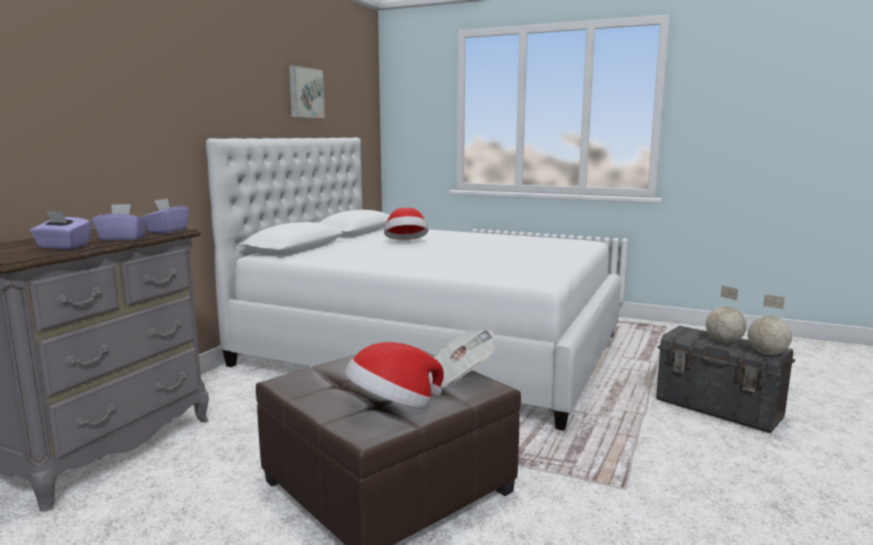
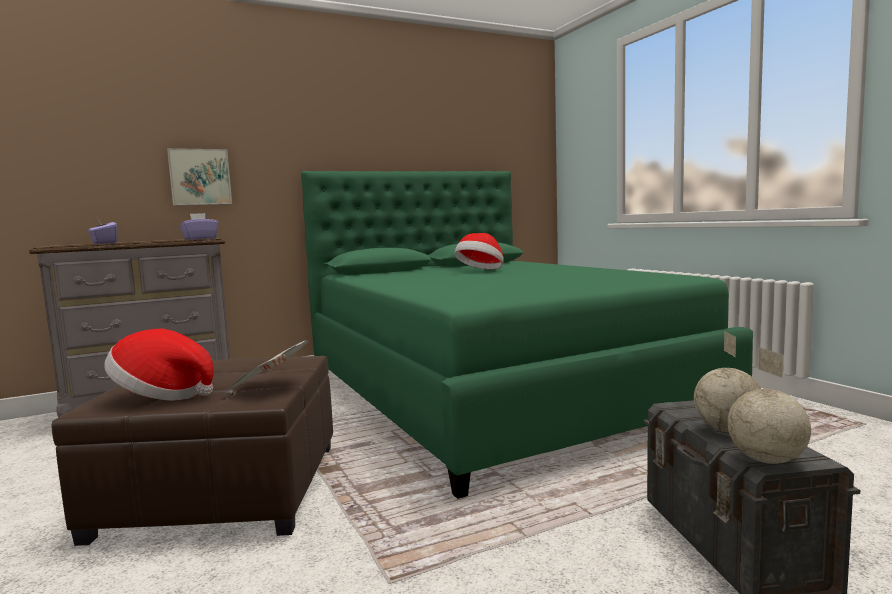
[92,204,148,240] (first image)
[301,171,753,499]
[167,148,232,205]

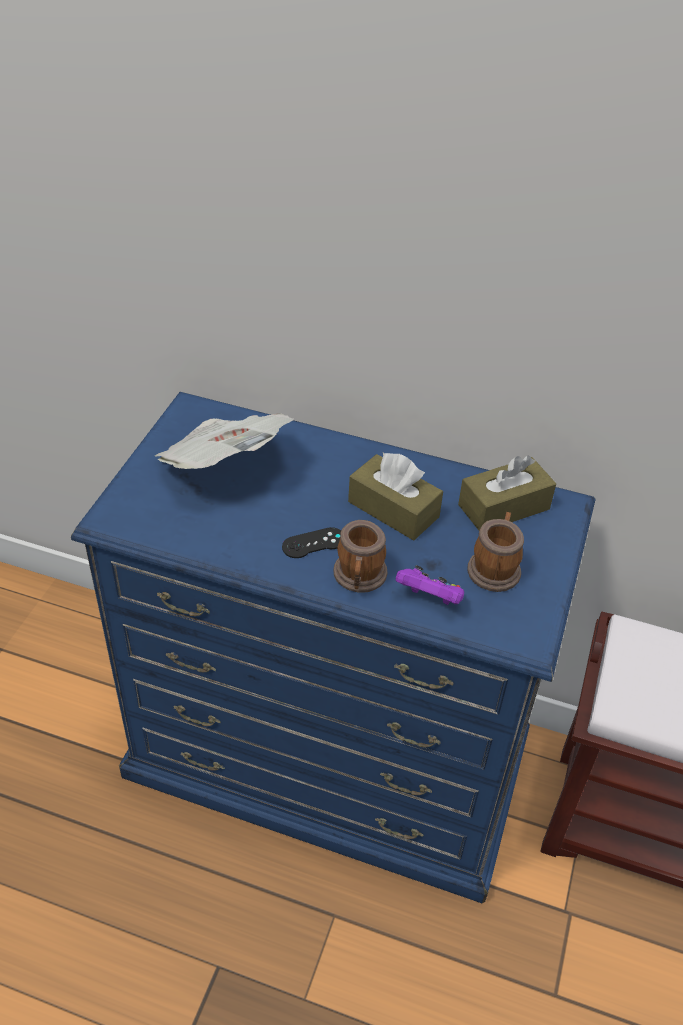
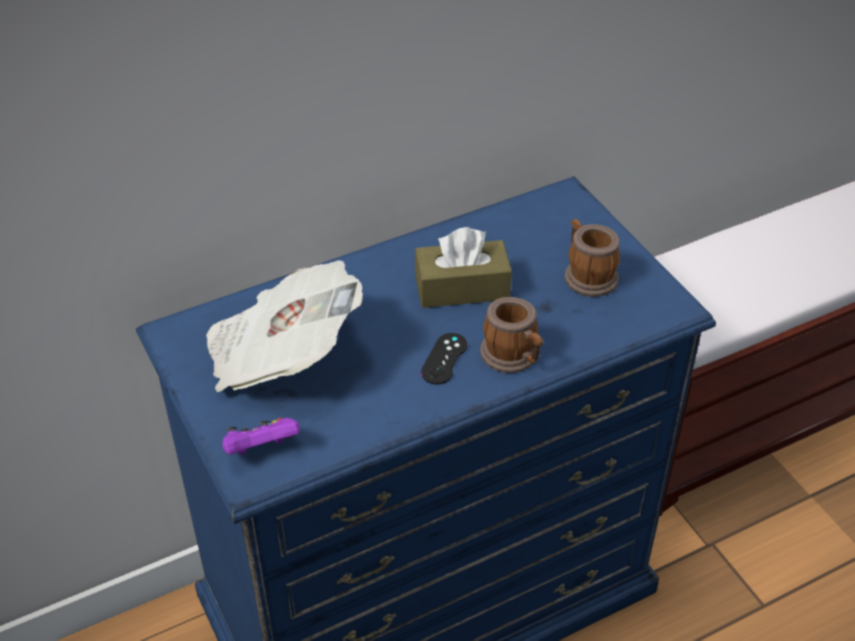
[222,418,300,455]
[458,455,556,530] (first image)

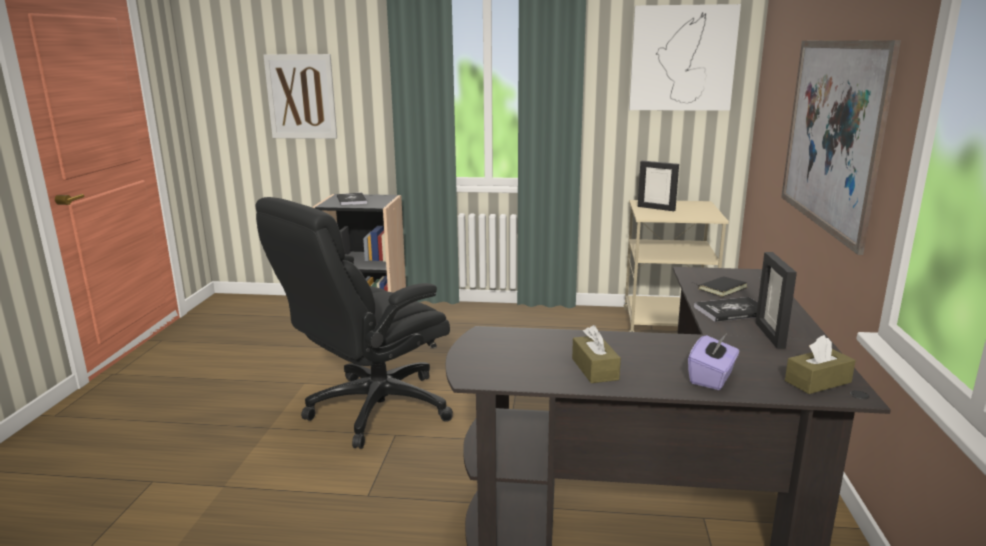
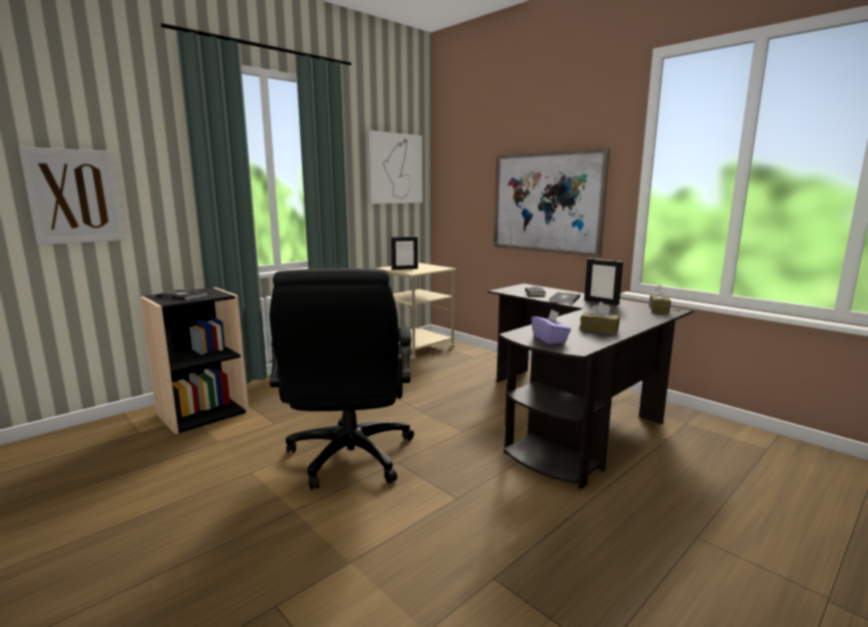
[531,309,571,344]

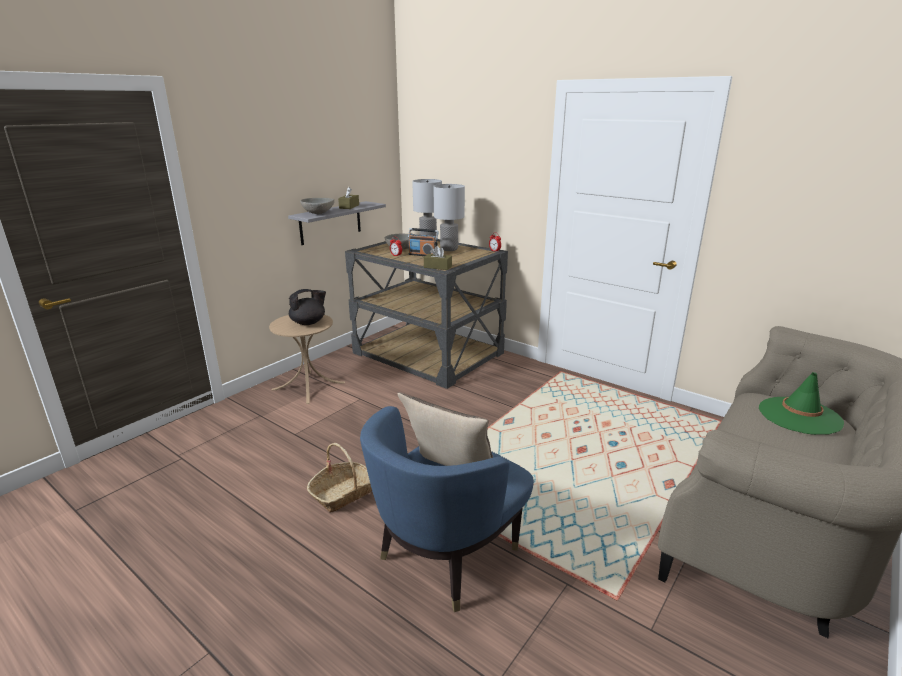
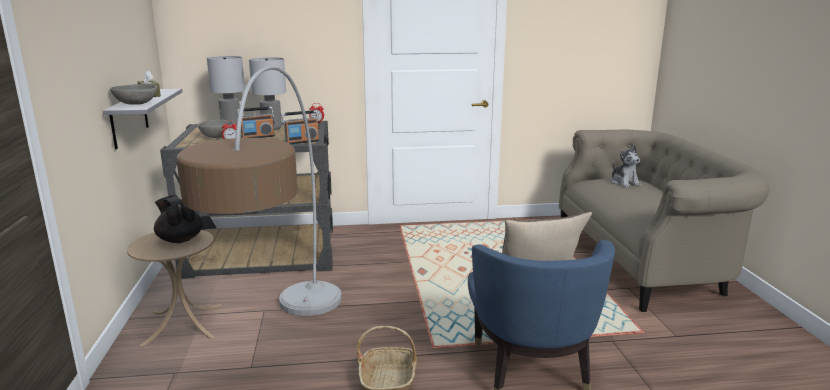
[154,195,203,243]
[281,110,320,144]
[611,145,641,188]
[176,66,342,316]

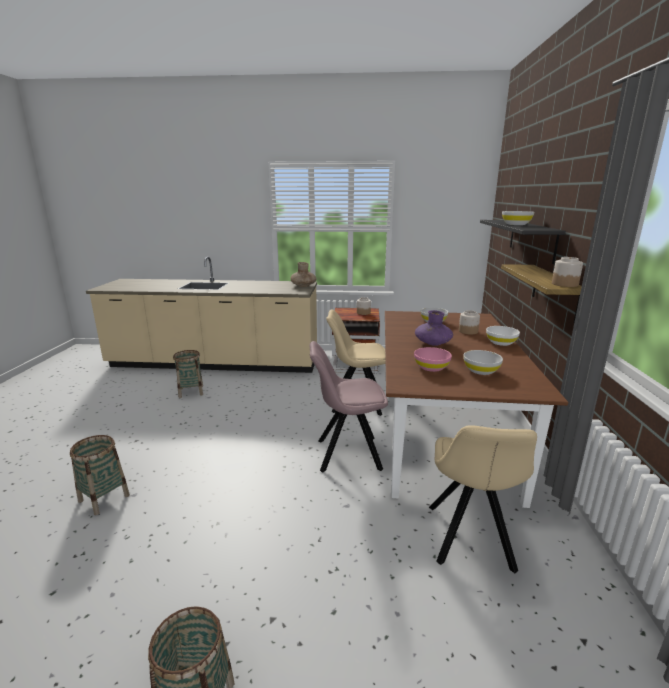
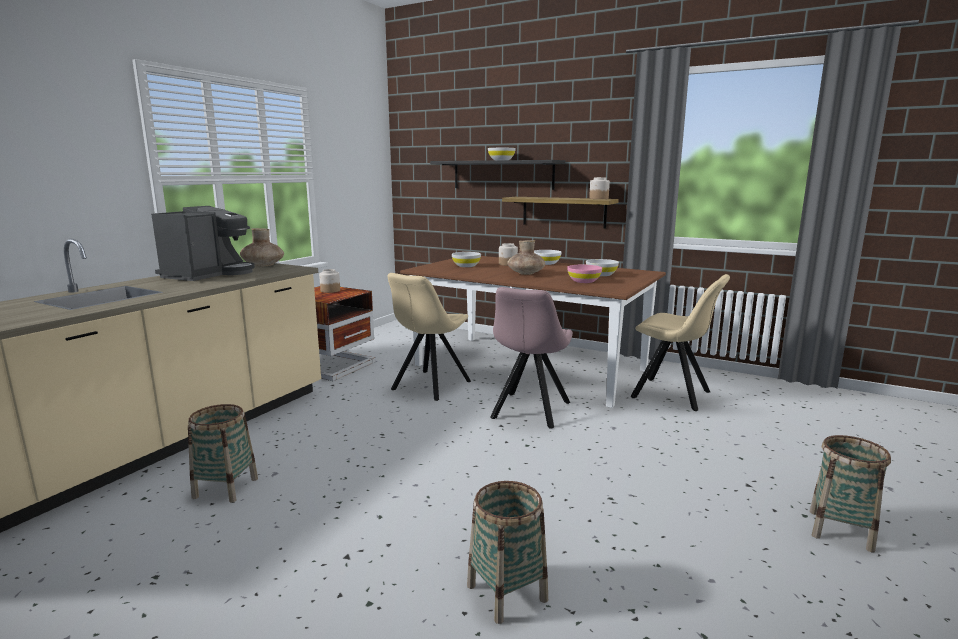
[507,240,545,275]
[151,206,255,281]

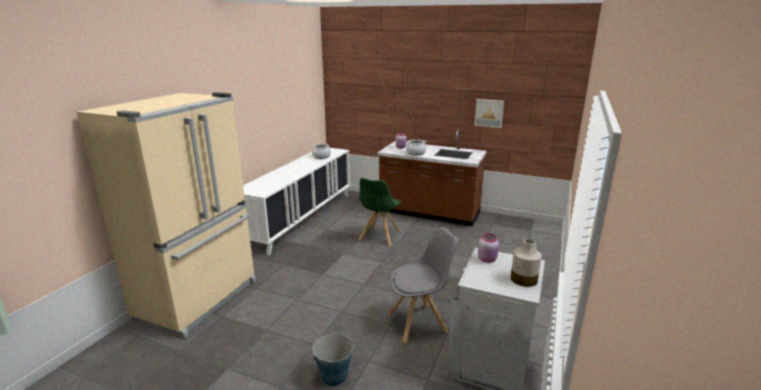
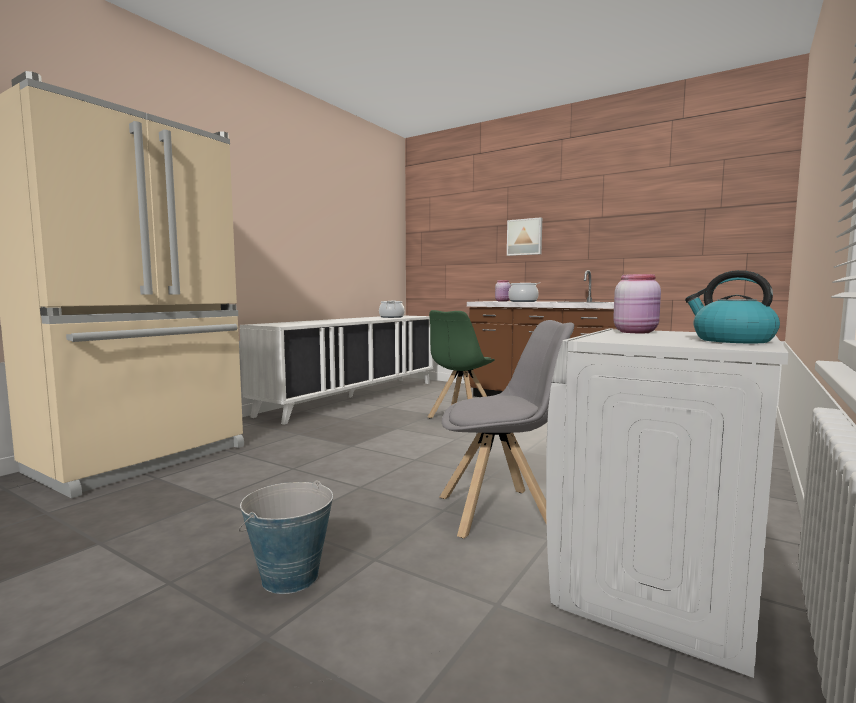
[507,217,542,256]
[685,270,780,343]

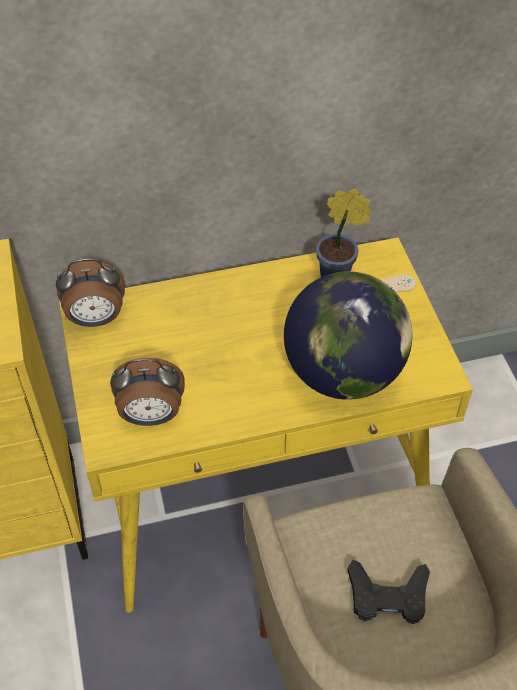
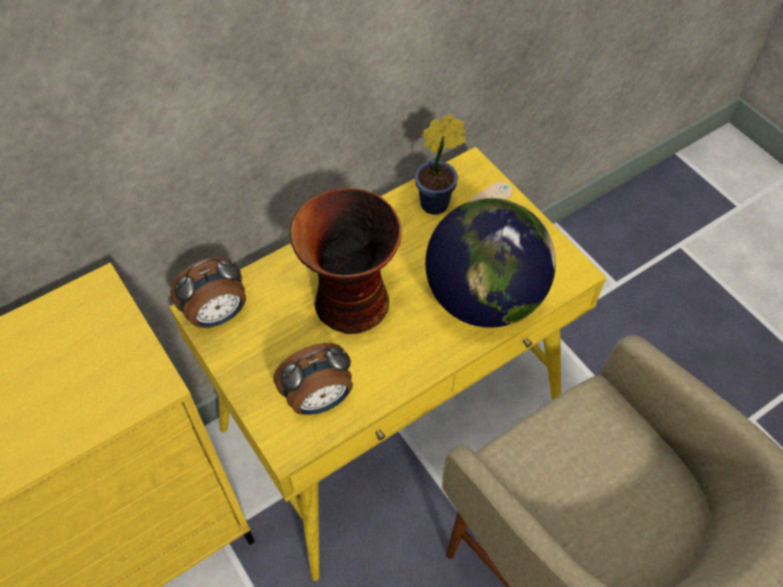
[348,560,430,624] (first image)
[290,188,402,334]

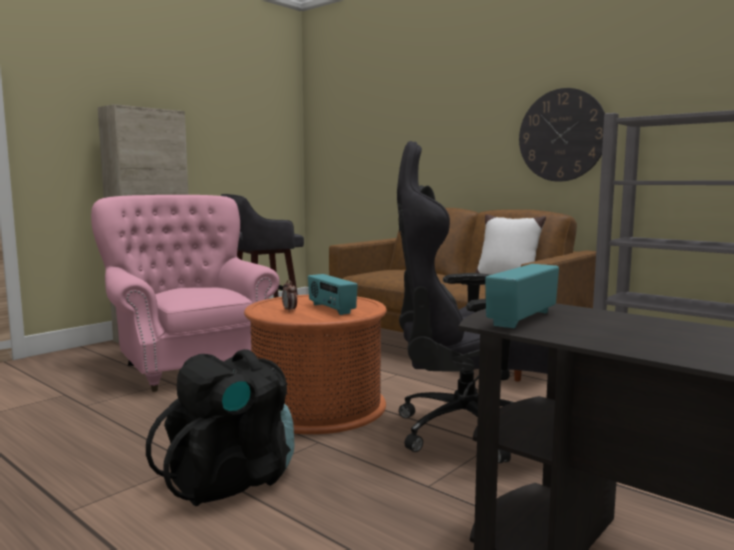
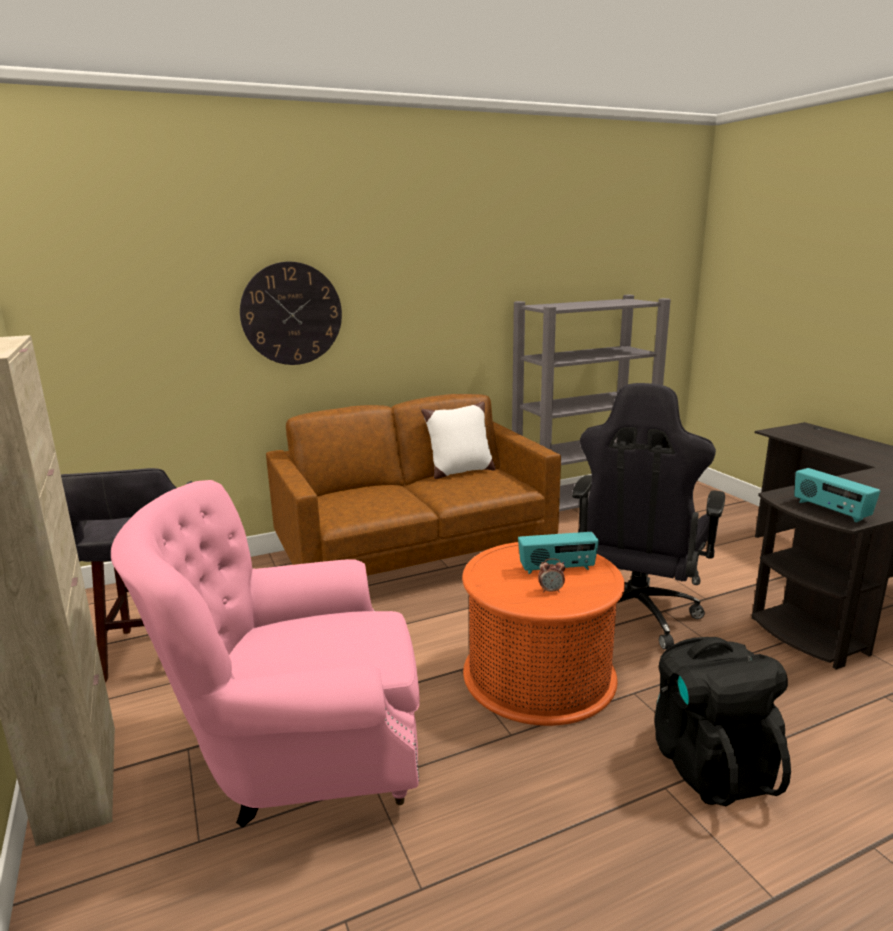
[240,261,342,365]

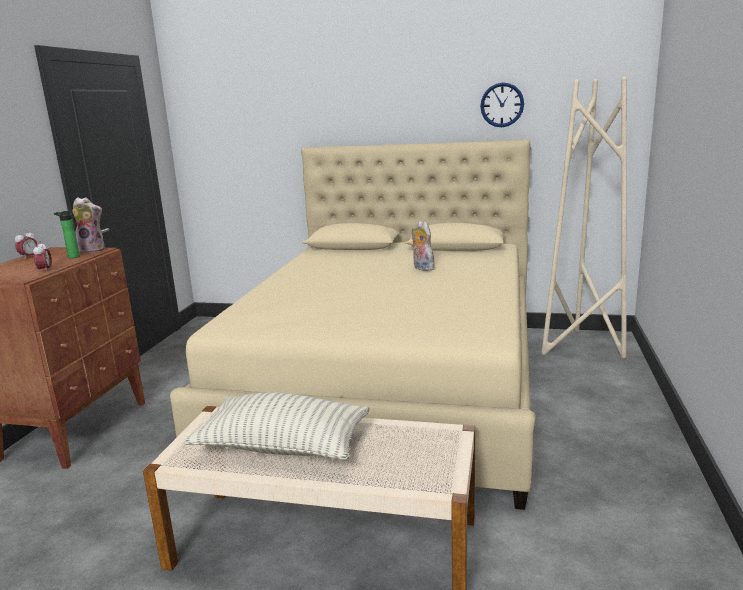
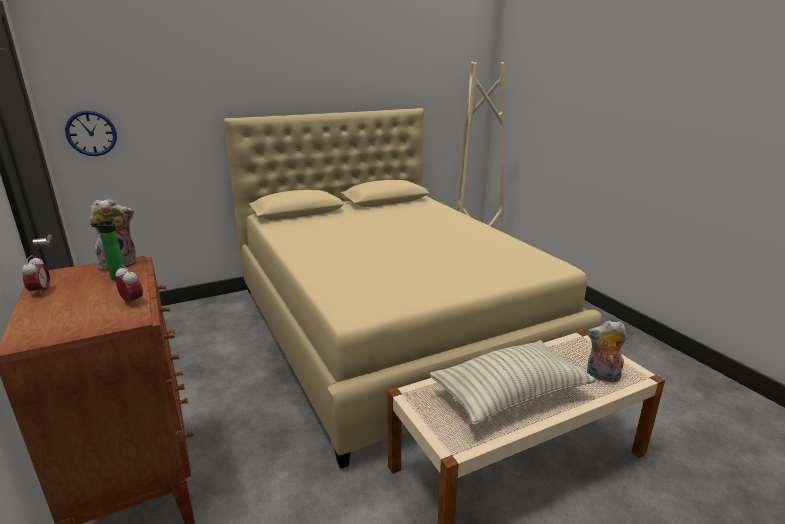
[587,321,627,382]
[65,111,117,156]

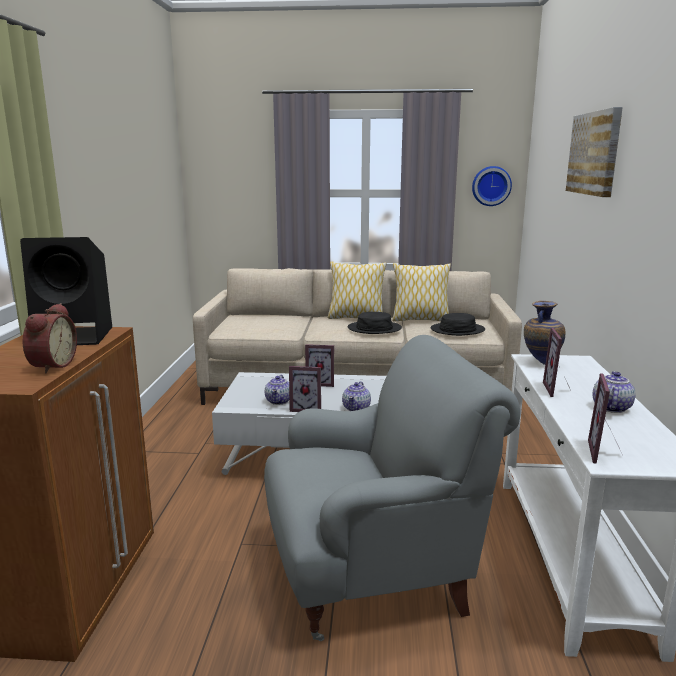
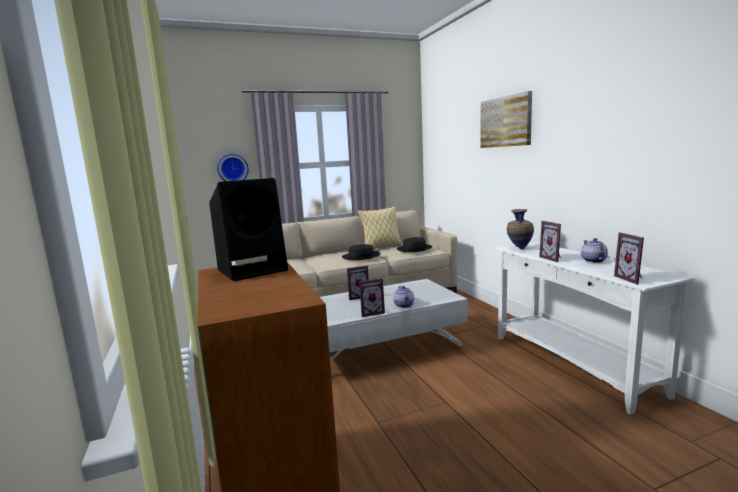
[22,303,77,374] (first image)
[264,335,520,641] (first image)
[265,375,289,405] (first image)
[328,261,386,319] (first image)
[217,154,249,181]

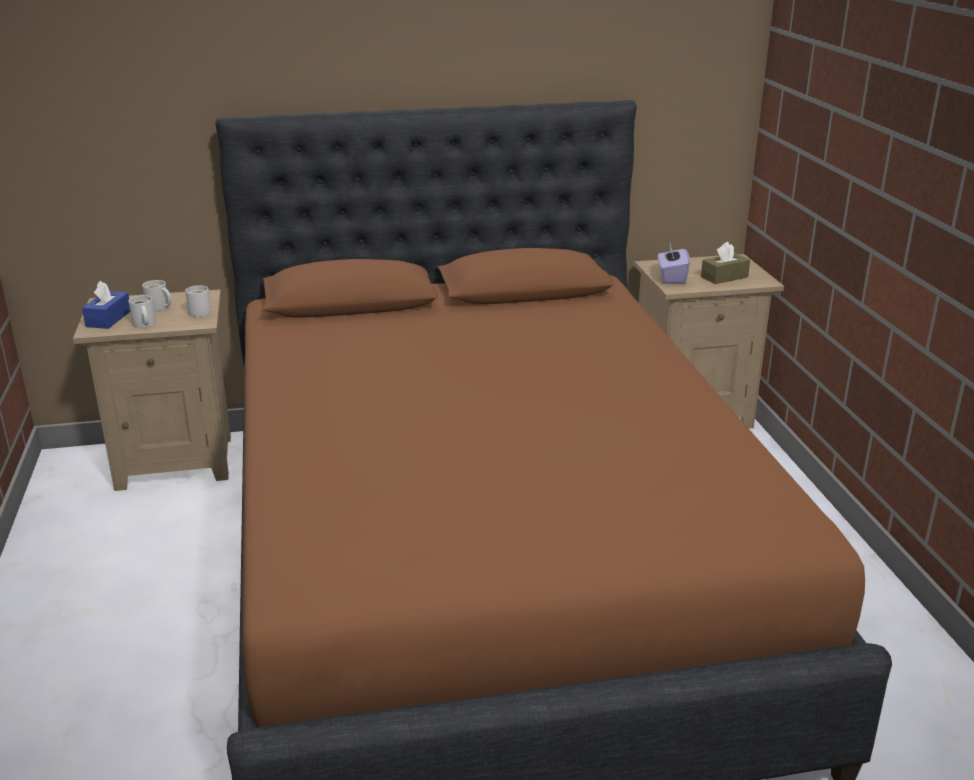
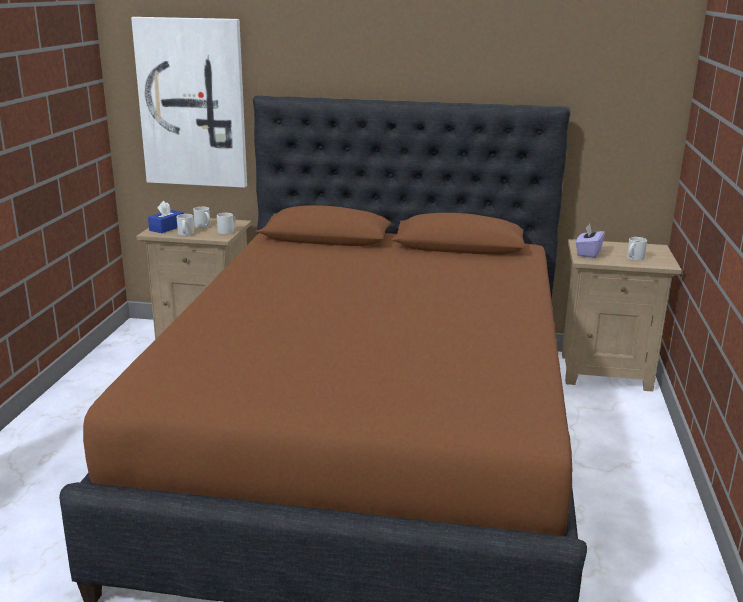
[627,237,647,260]
[131,17,247,188]

